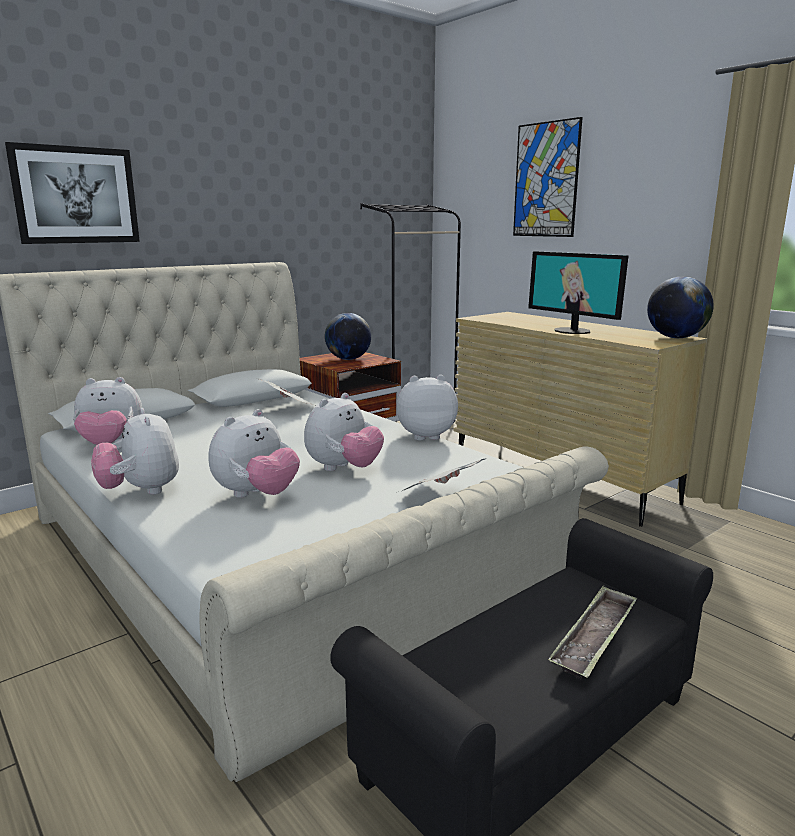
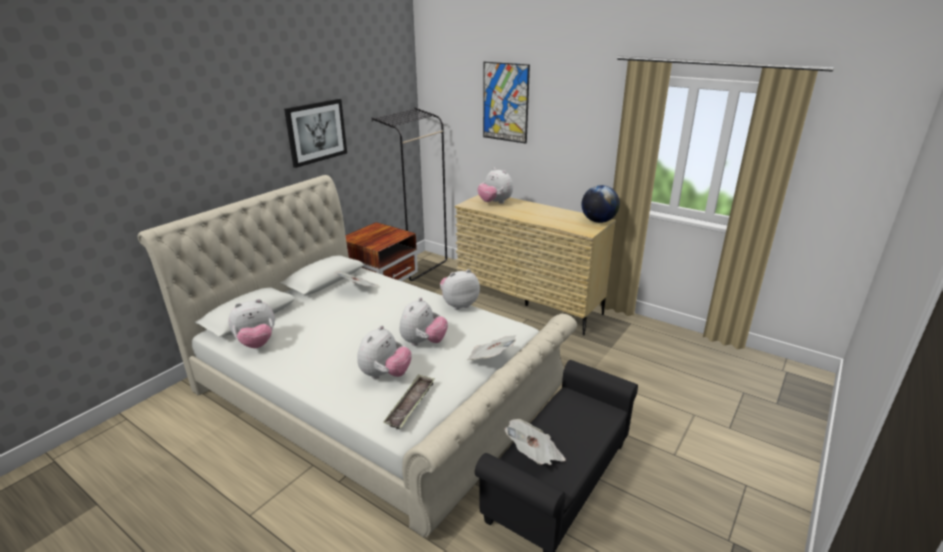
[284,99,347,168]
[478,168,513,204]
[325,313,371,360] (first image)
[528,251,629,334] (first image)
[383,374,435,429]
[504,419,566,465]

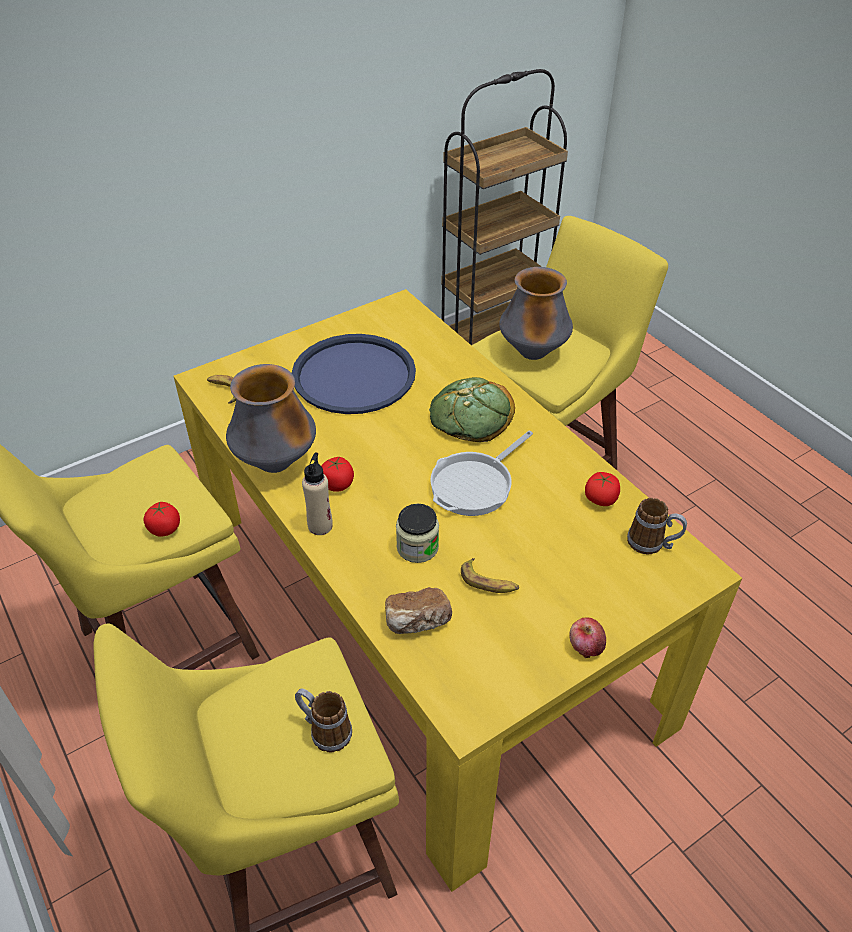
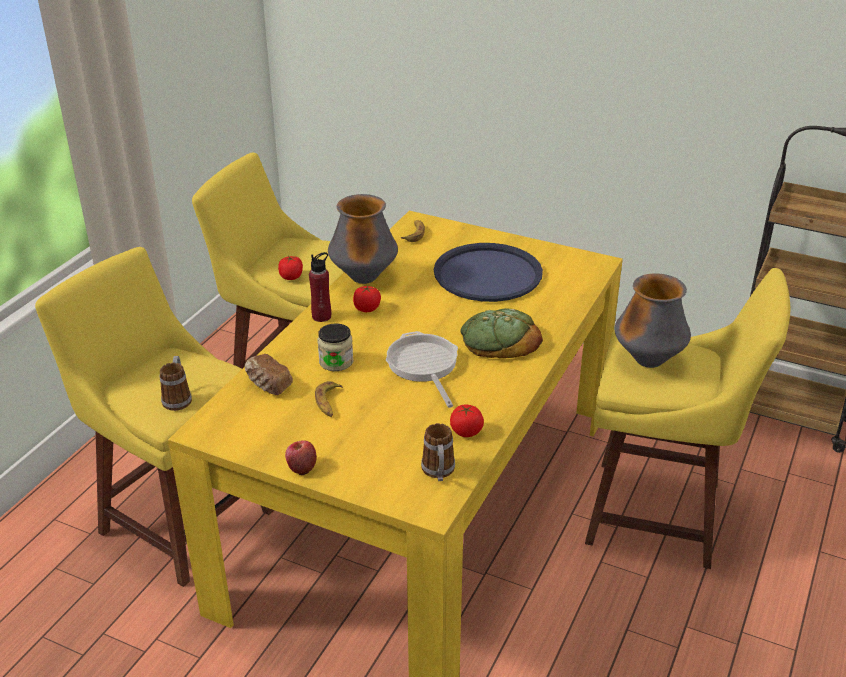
[309,252,331,322]
[386,331,458,408]

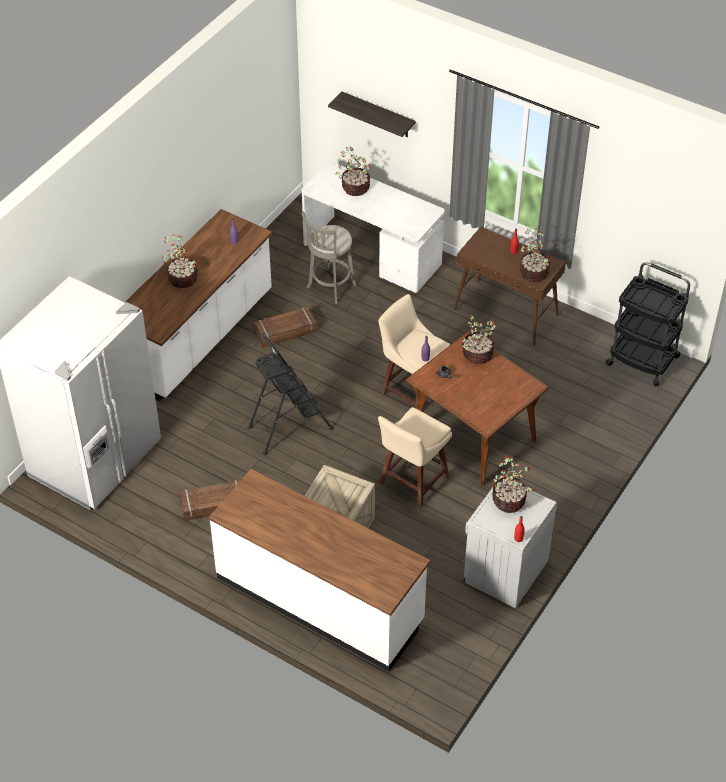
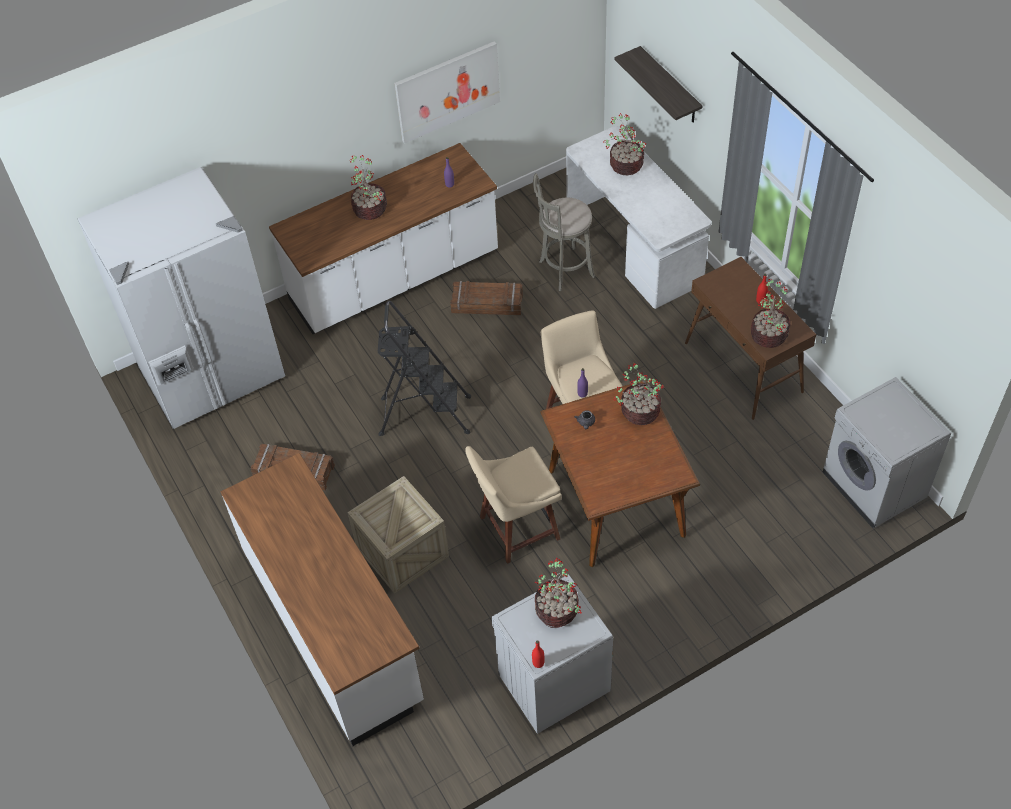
[823,377,951,529]
[395,41,500,143]

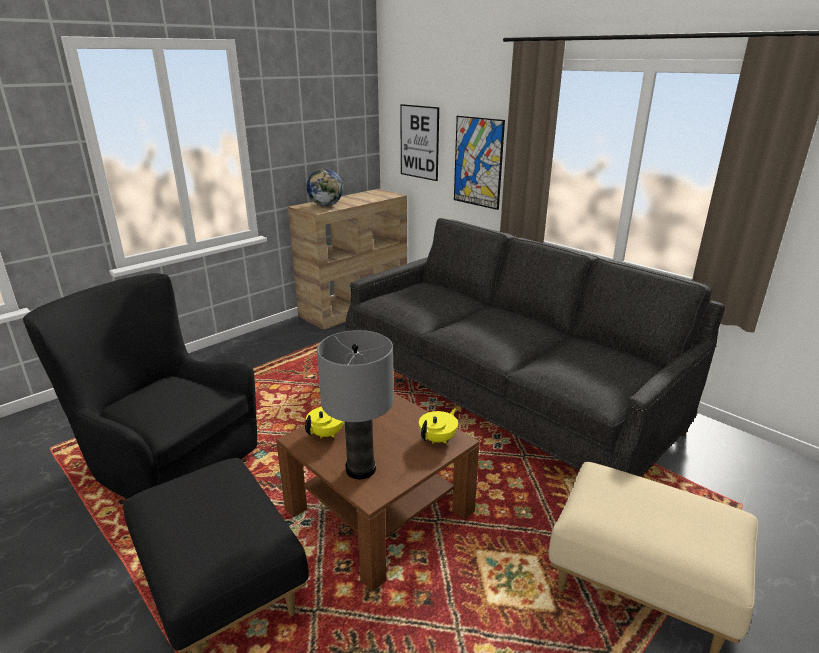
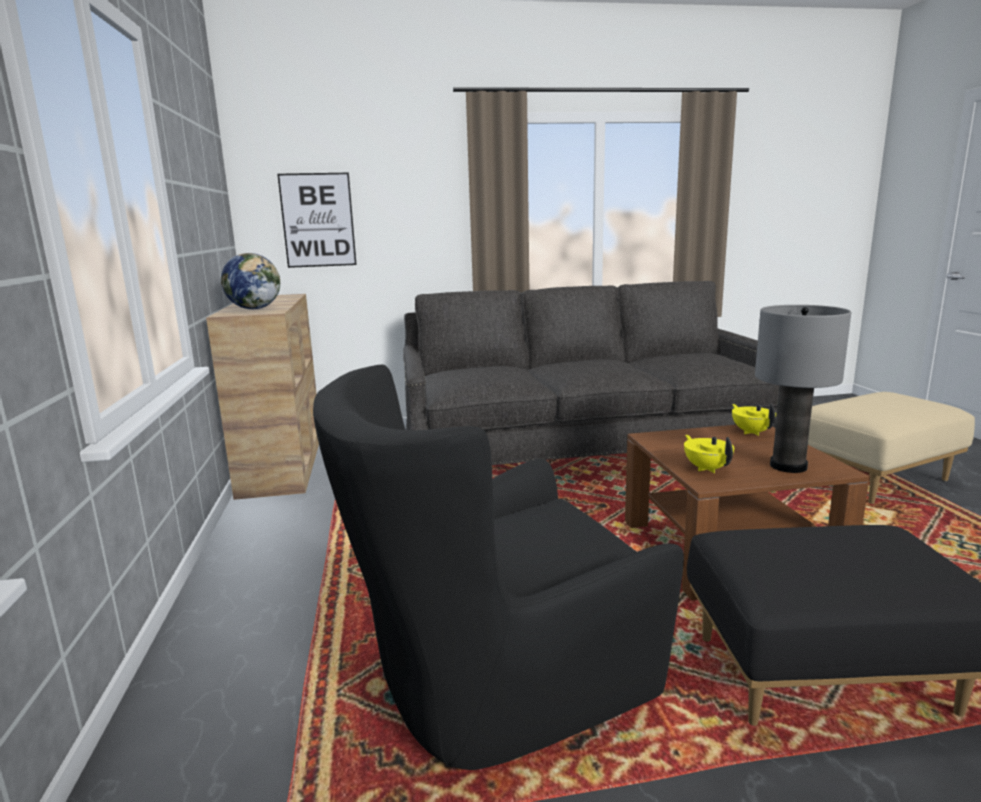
[454,116,505,210] (first image)

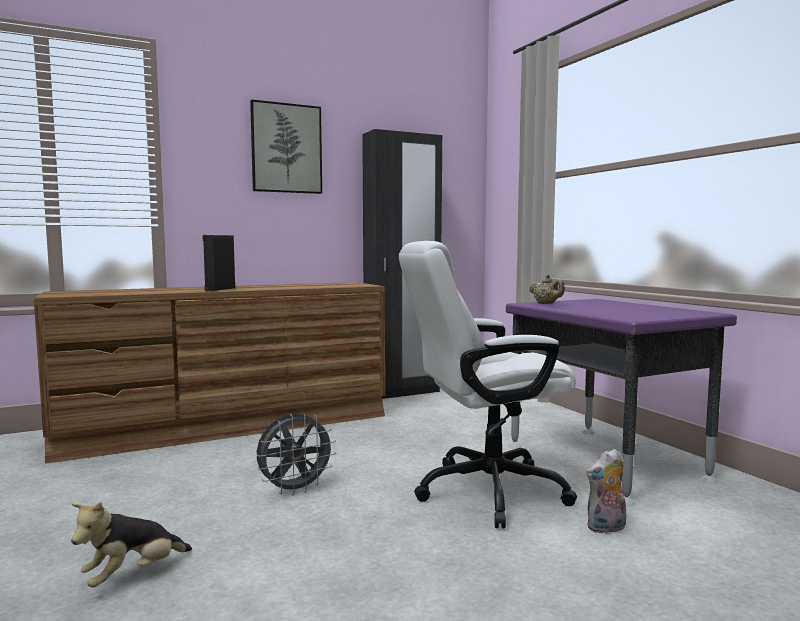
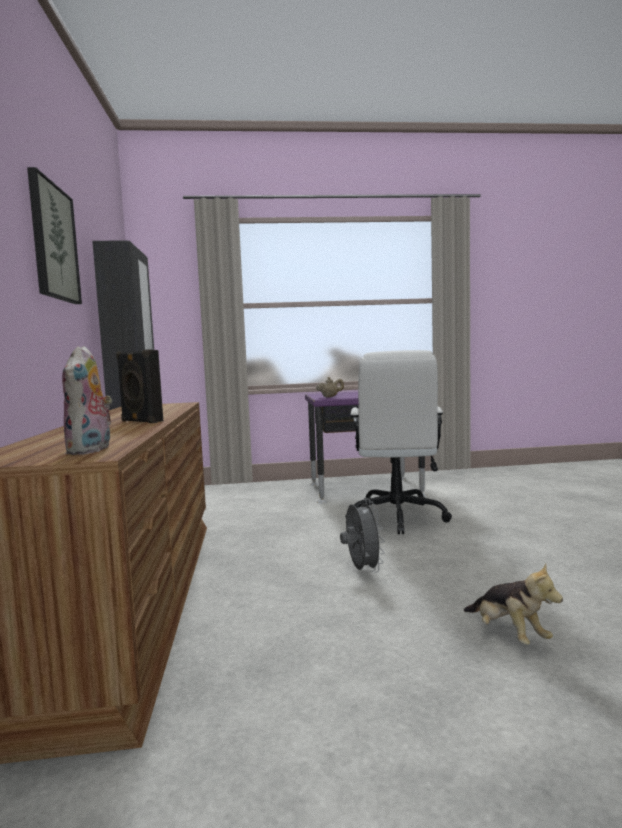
[62,346,112,455]

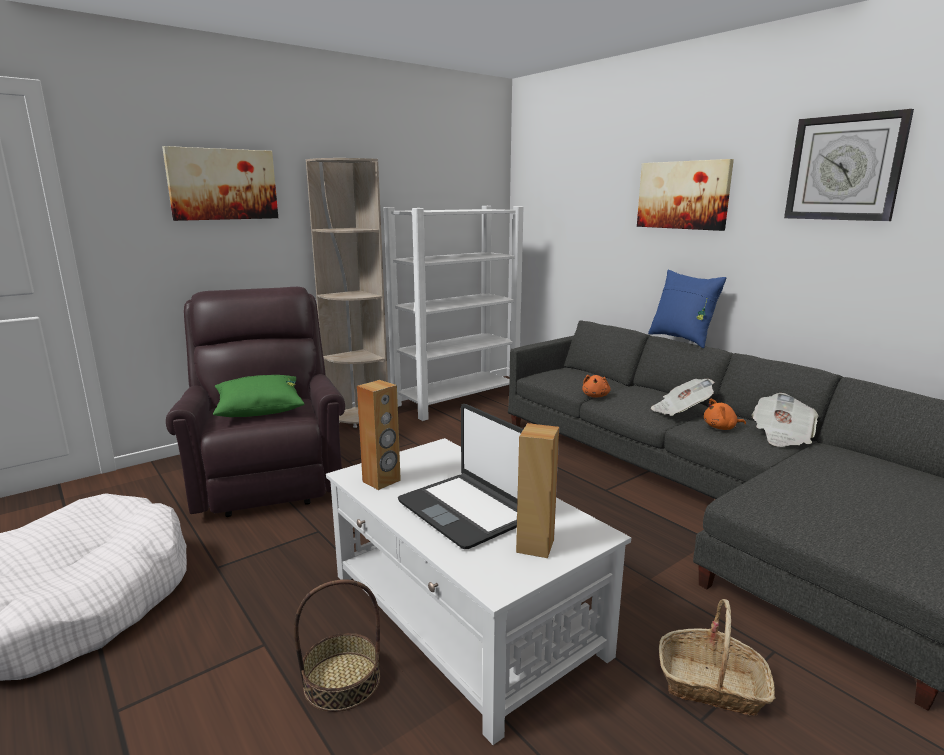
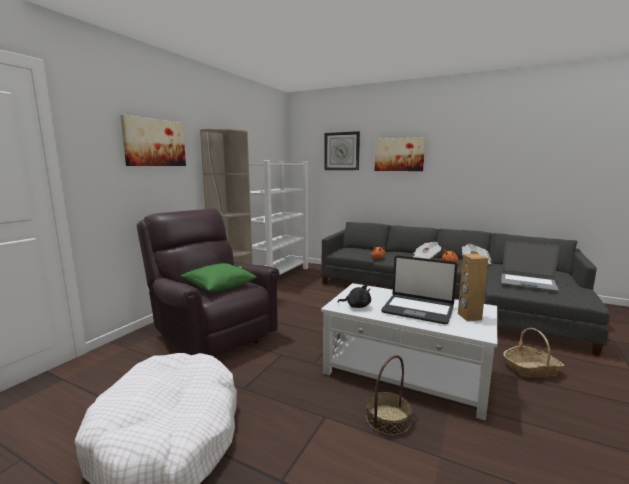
[337,285,371,308]
[648,270,727,348] (first image)
[324,131,360,170]
[501,241,559,291]

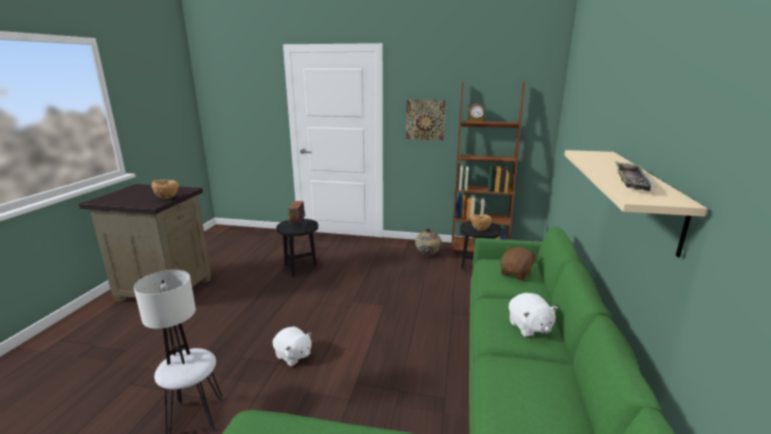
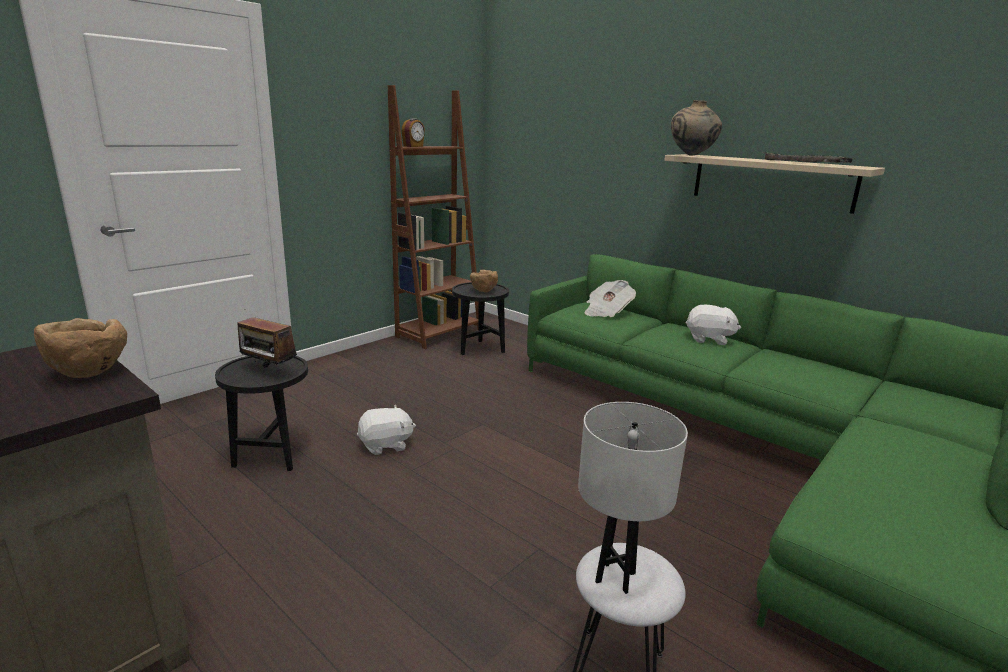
[357,404,416,455]
[406,100,445,140] (first image)
[671,100,722,156]
[584,280,636,317]

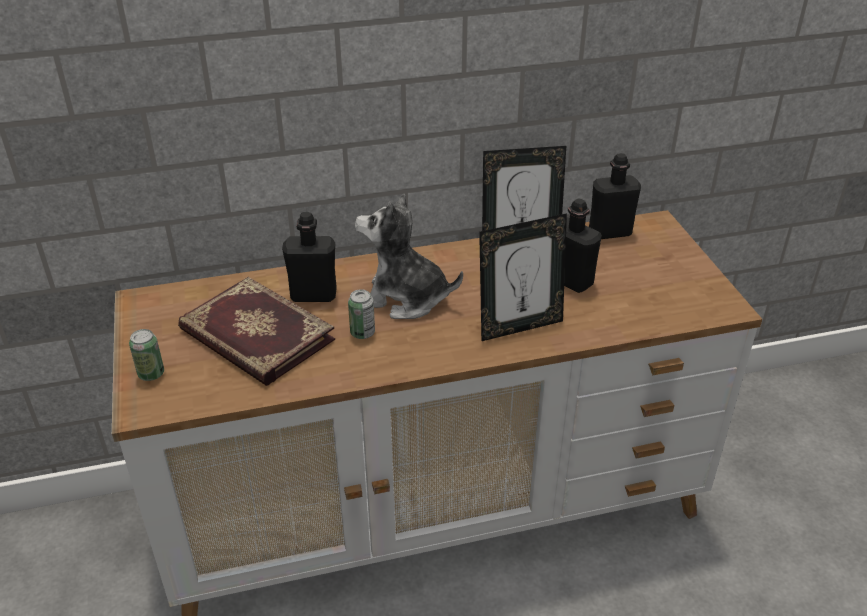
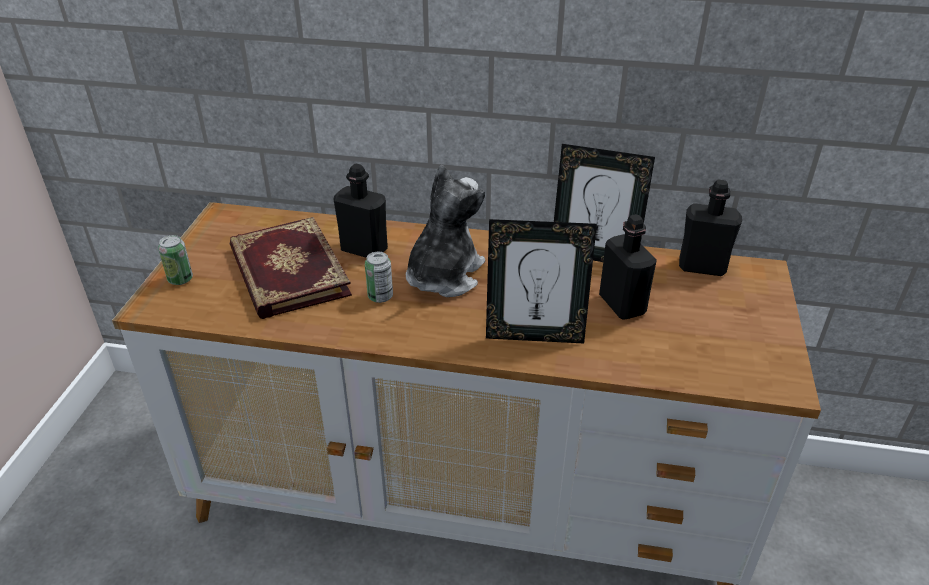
[406,165,485,297]

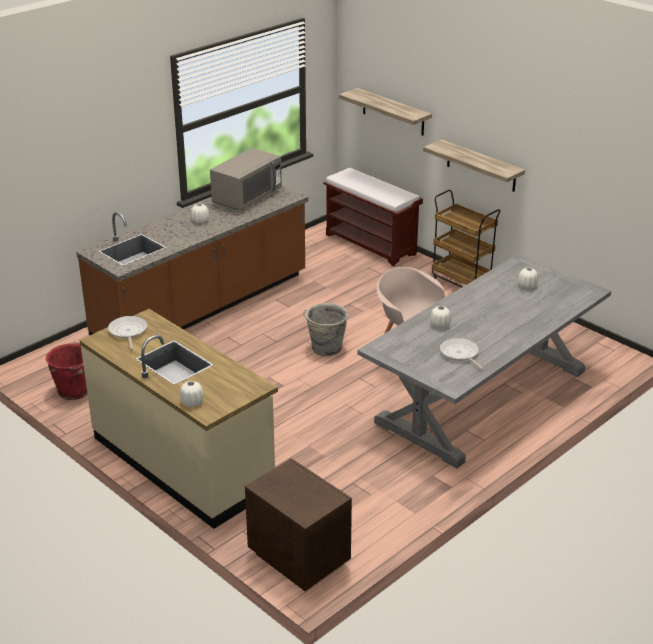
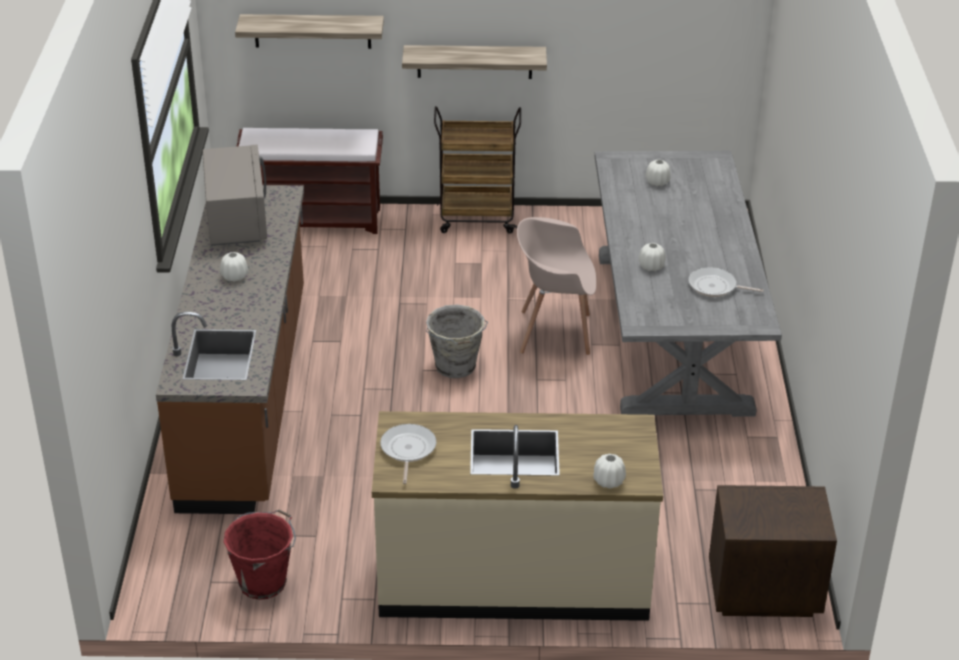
[380,424,436,484]

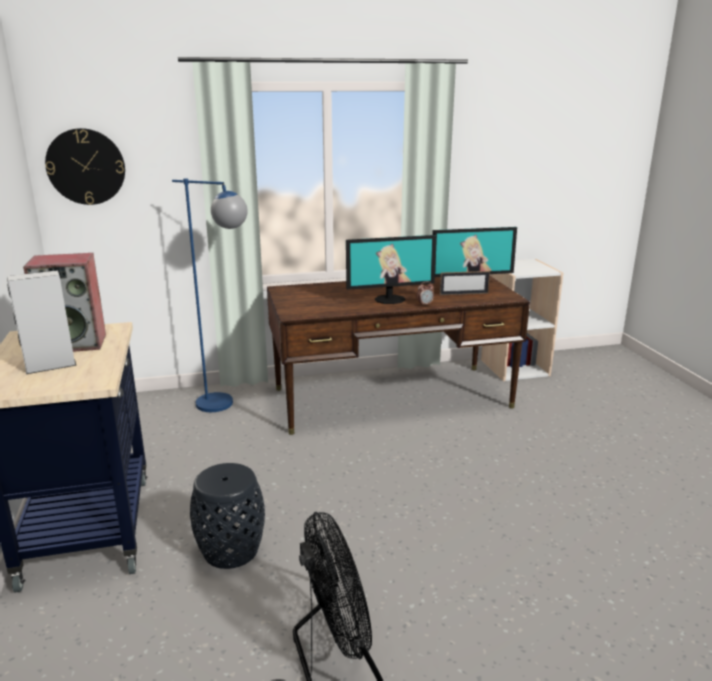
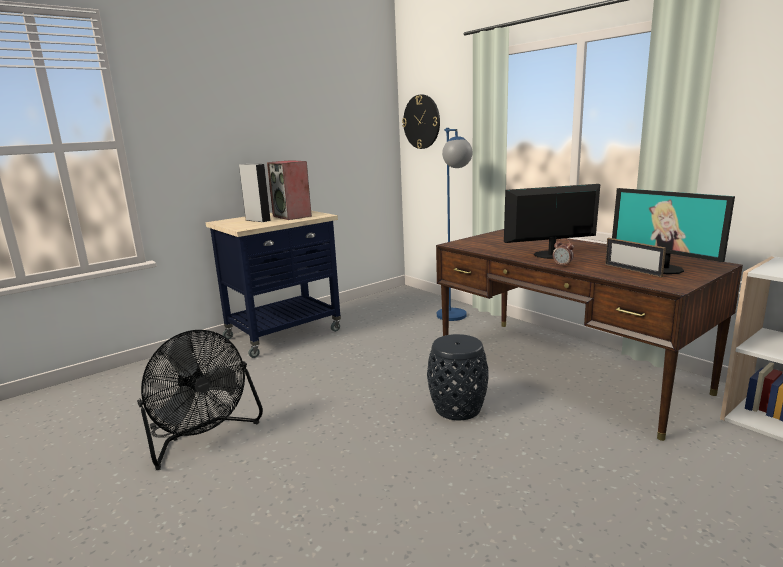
[427,334,489,420]
[504,184,600,259]

